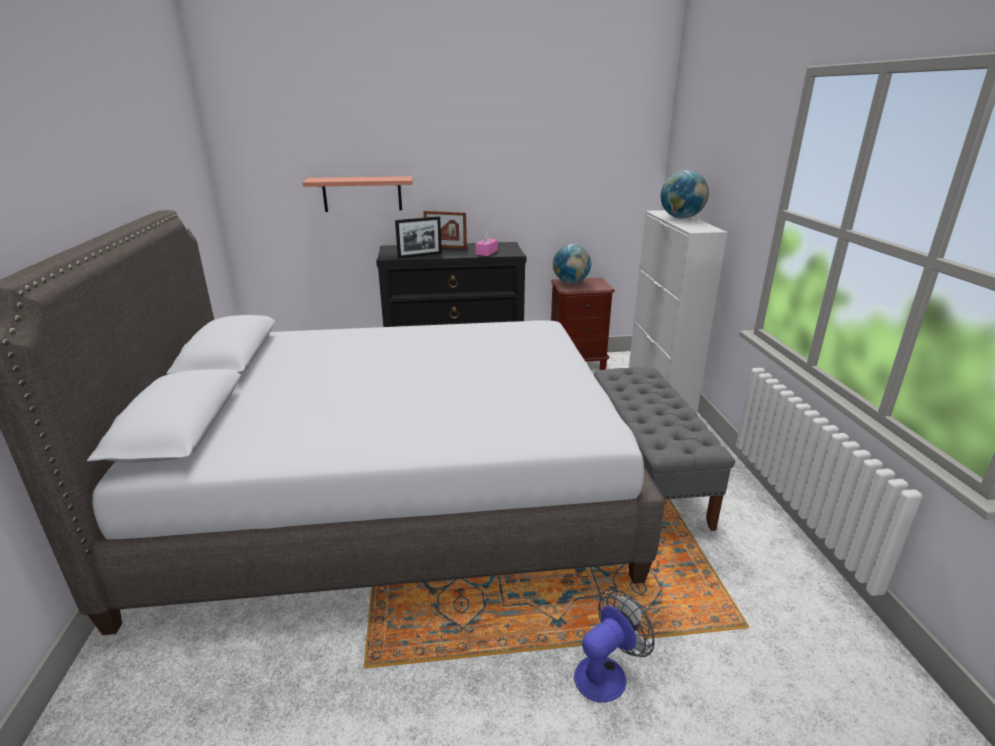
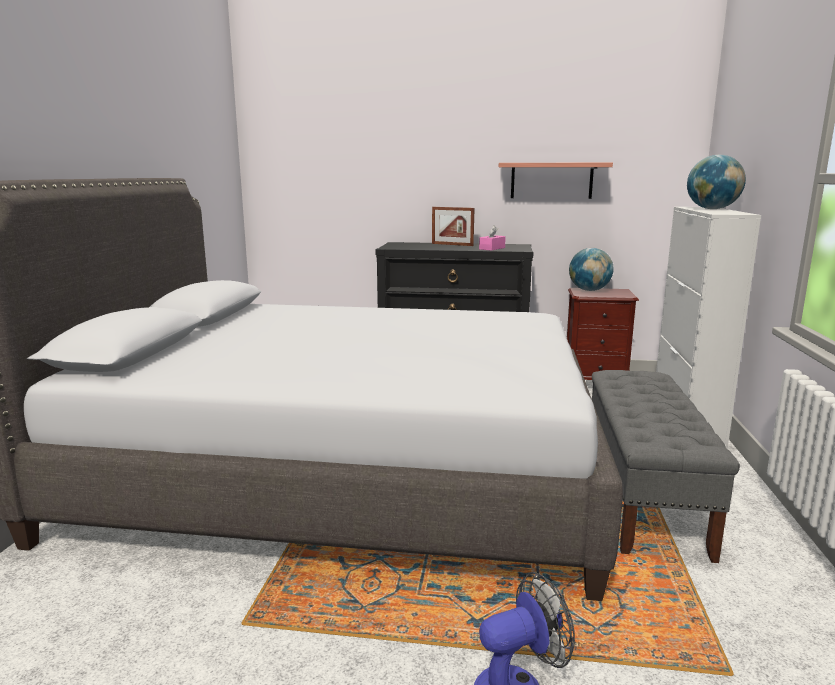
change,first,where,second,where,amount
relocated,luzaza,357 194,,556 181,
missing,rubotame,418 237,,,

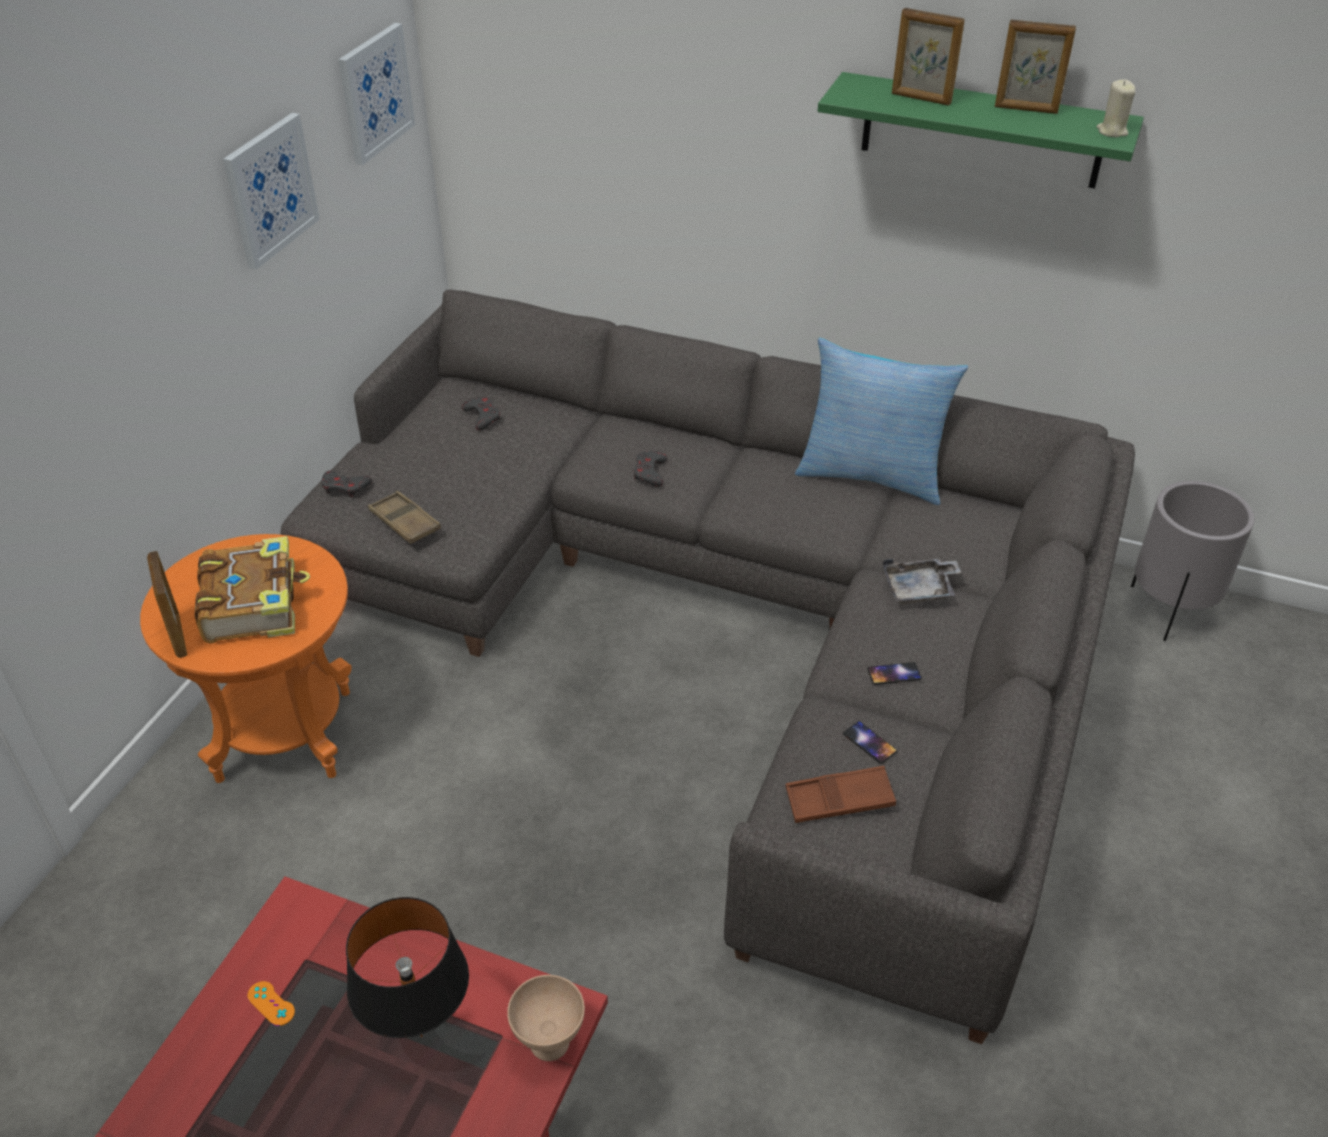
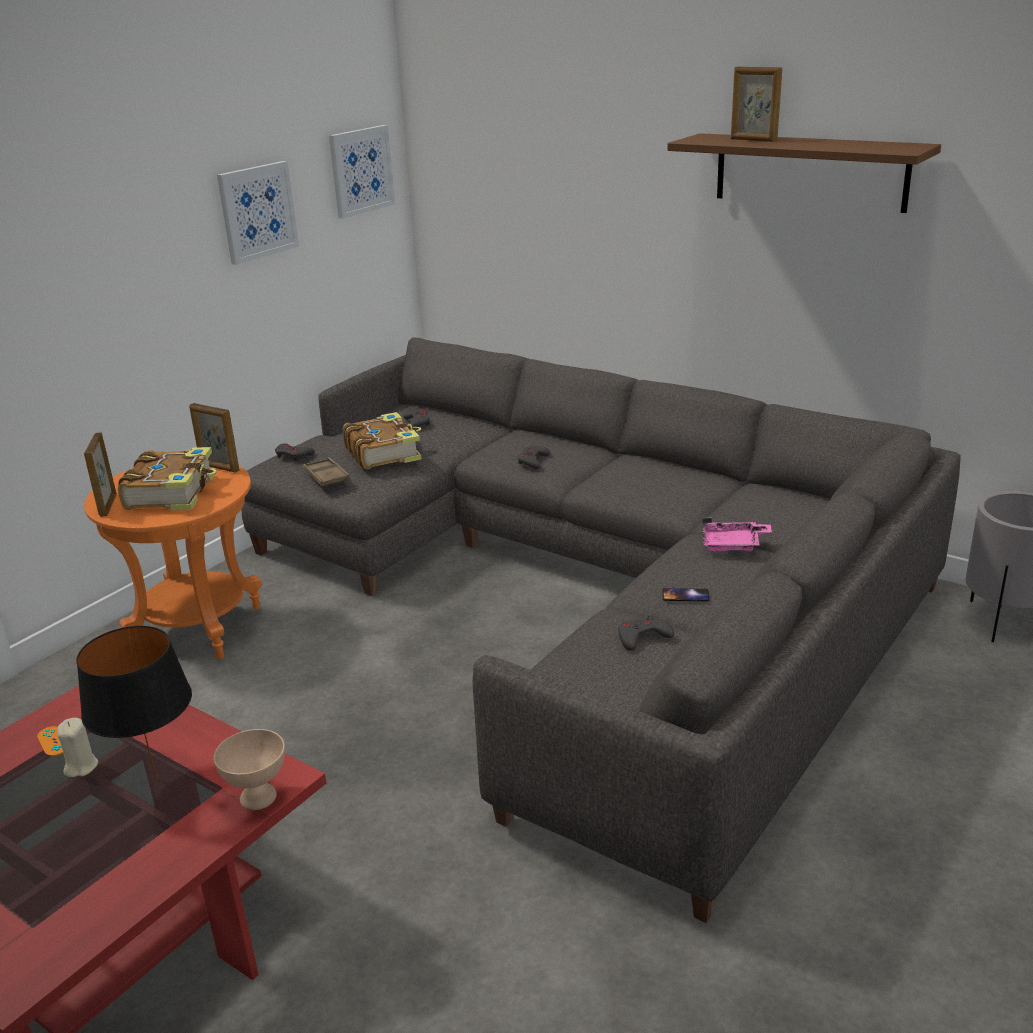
change,first,where,second,where,amount
relocated,rubotame,1035 67,,214 438,
colour,green luzaza,981 130,brown luzaza,804 173,
relocated,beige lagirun,1116 108,,77 747,
missing,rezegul,881 421,,,
colour,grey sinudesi,921 582,pink sinudesi,737 534,
exchanged,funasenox,870 742,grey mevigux,646 633,
missing,brown sinudesi,841 794,,,
appeared,,,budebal,382 440,

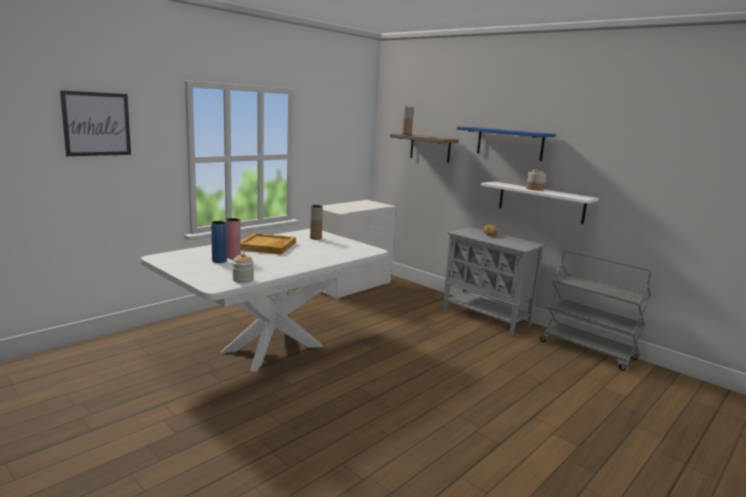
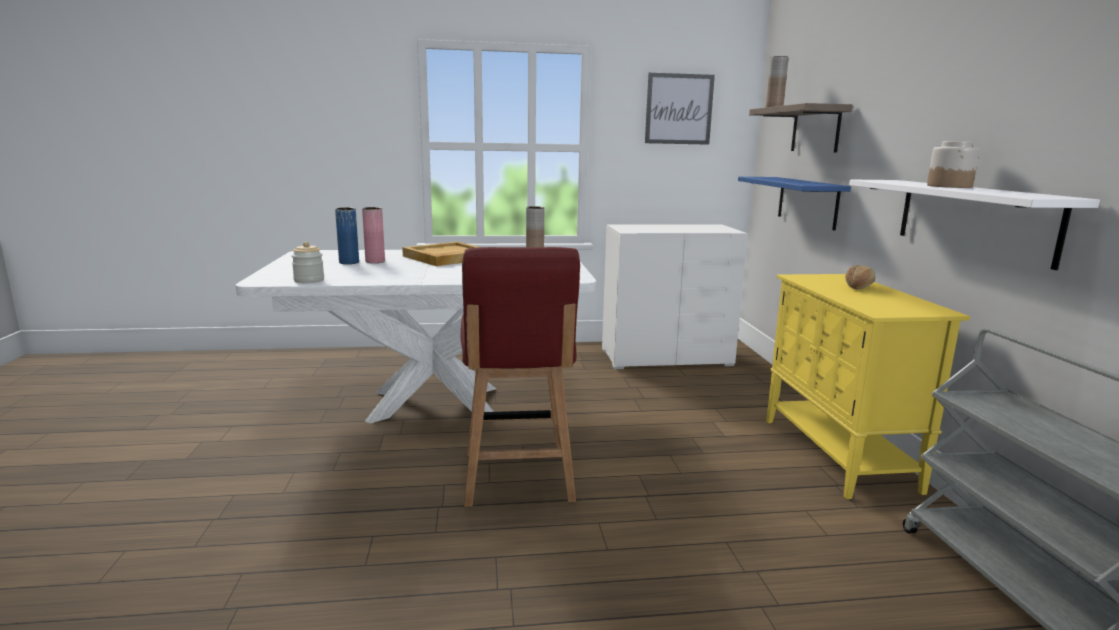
change,first,where,second,where,amount
relocated,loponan,95 123,,680 109,
relocated,blue luzaza,506 144,,794 204,
colour,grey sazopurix,495 281,yellow sazopurix,868 386,
appeared,,,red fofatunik,520 377,

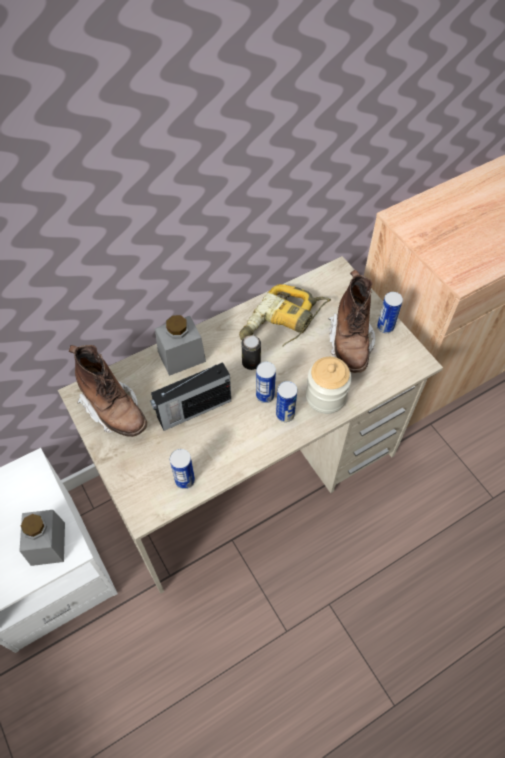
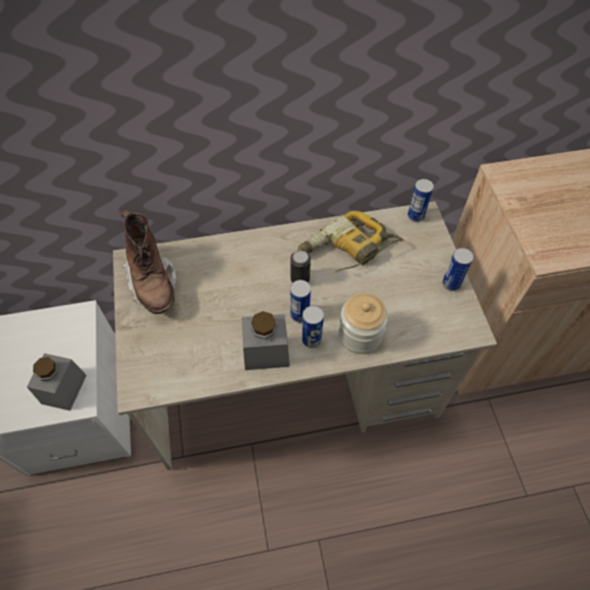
change,first,where,second,where,amount
missing,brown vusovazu,351 321,,,
relocated,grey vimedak,180 345,,266 340,
missing,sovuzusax,190 396,,,
relocated,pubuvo,182 469,,421 200,

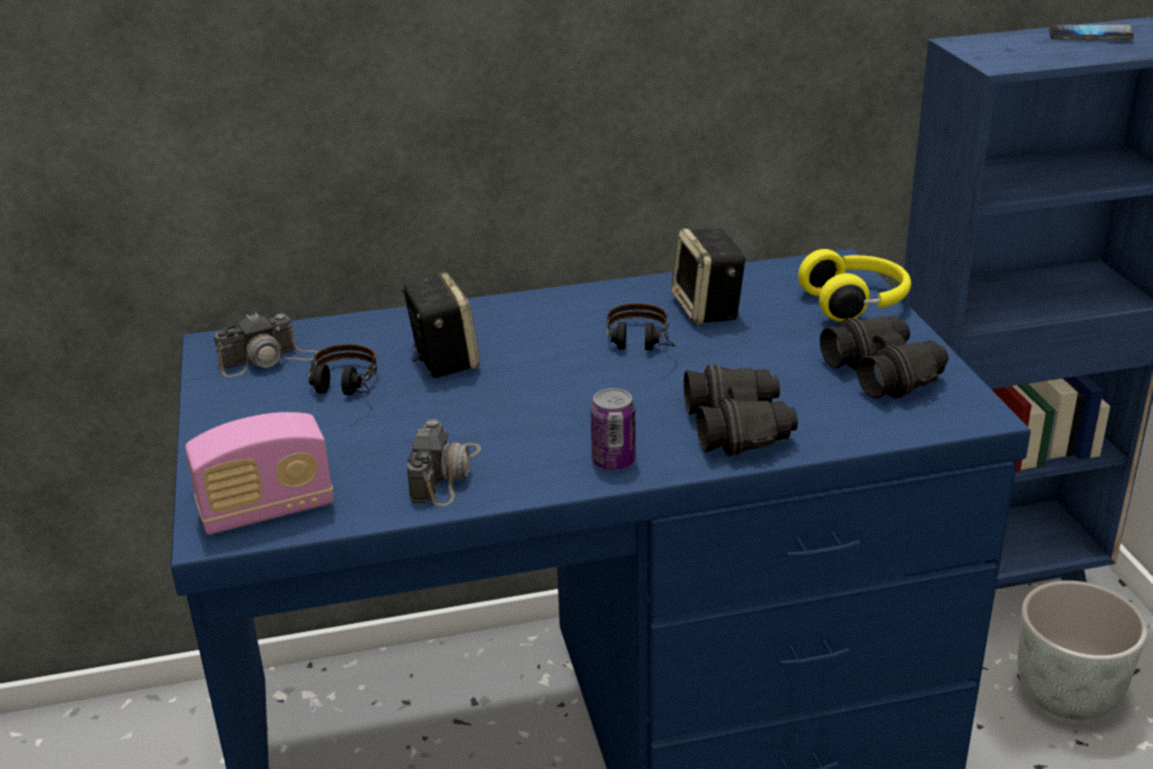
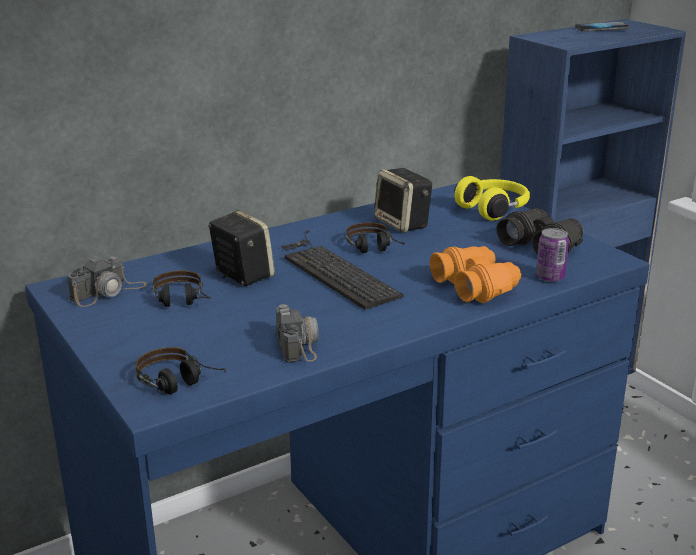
change,first,where,second,where,amount
colour,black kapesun,741 411,orange kapesun,475 274,
relocated,pubuvo,613 429,,552 255,
exchanged,sovuzusax,259 473,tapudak,180 370,
missing,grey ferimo,1082 650,,,
appeared,,,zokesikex,342 270,

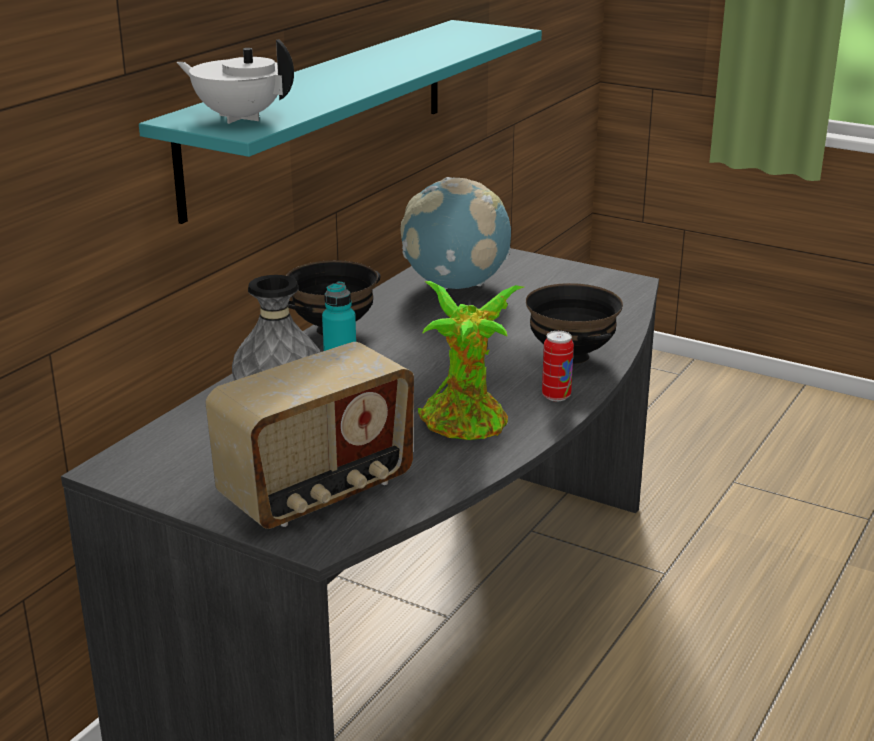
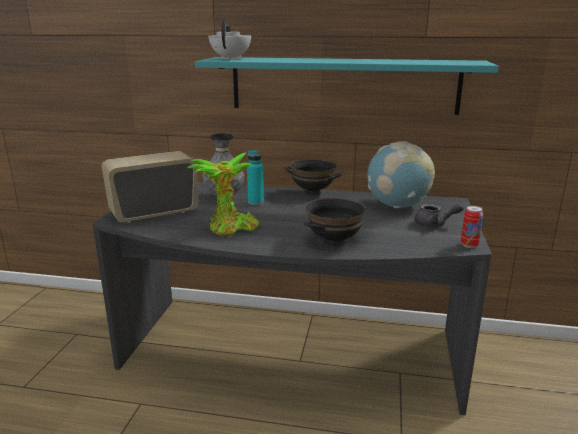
change,first,where,second,where,amount
relocated,pubuvo,558 366,,472 227,
spun,sovuzusax,310 435,,150 187,120 degrees clockwise
appeared,,,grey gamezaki,439 215,

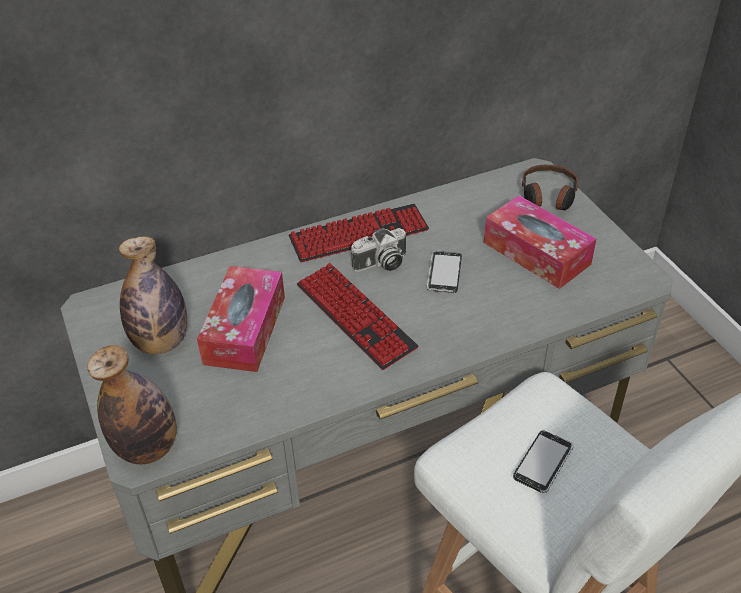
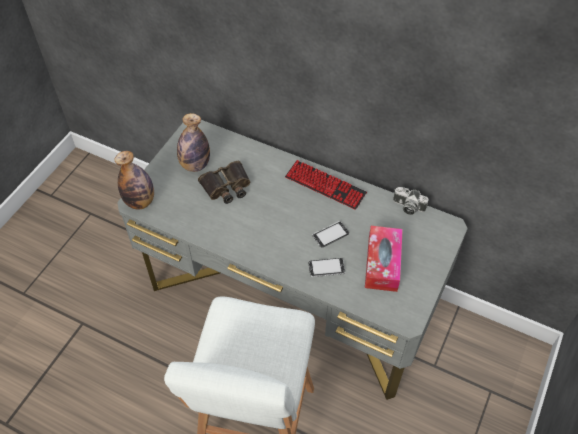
change,first,where,second,where,amount
missing,tapudak,550 188,,,
relocated,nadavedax,378 250,,411 201,
missing,zokesikex,357 316,,,
exchanged,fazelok,241 319,kapesun,224 182,
relocated,funasenox,543 461,,327 267,

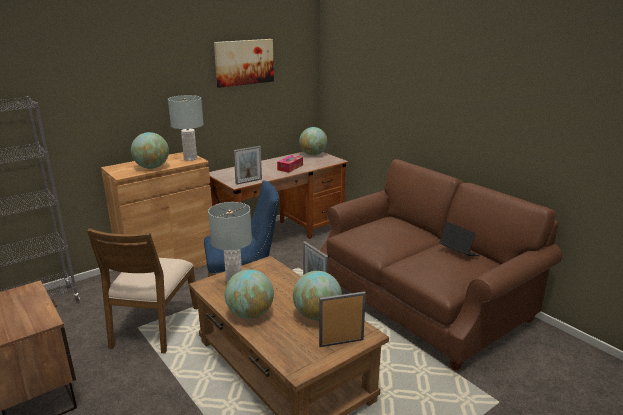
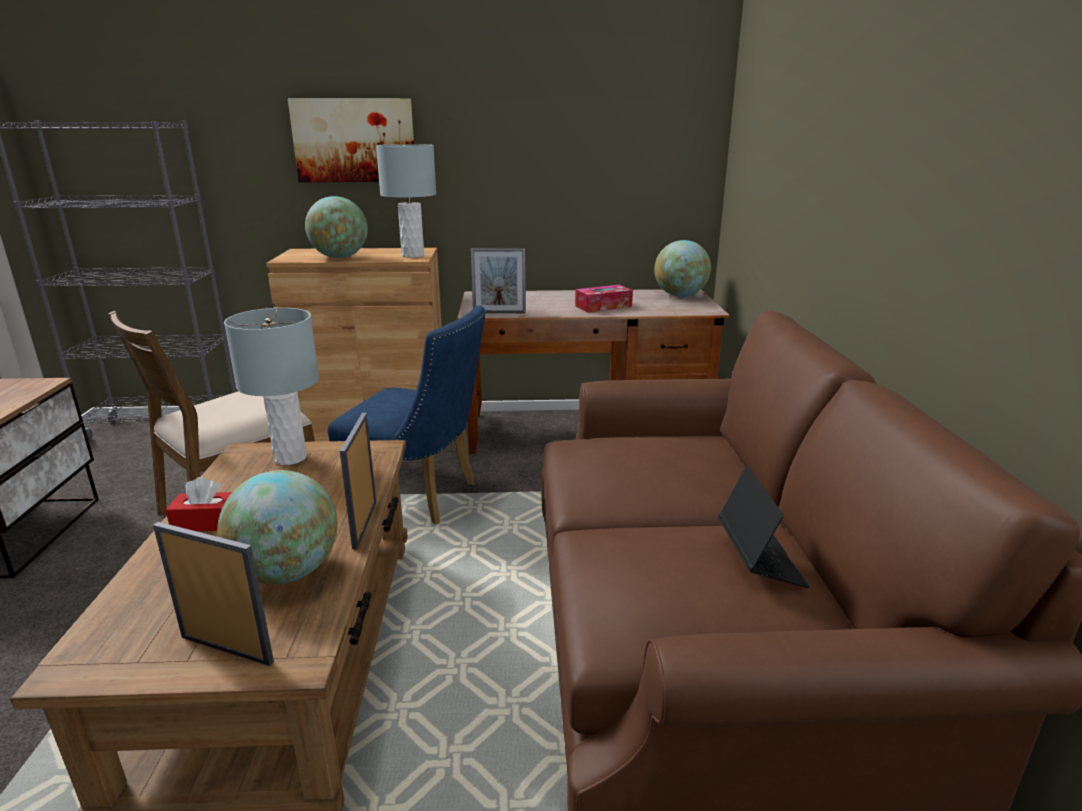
change,first,where,second,where,amount
relocated,loponan,244 63,,351 140,
exchanged,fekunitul,249 294,red fazelok,199 504,

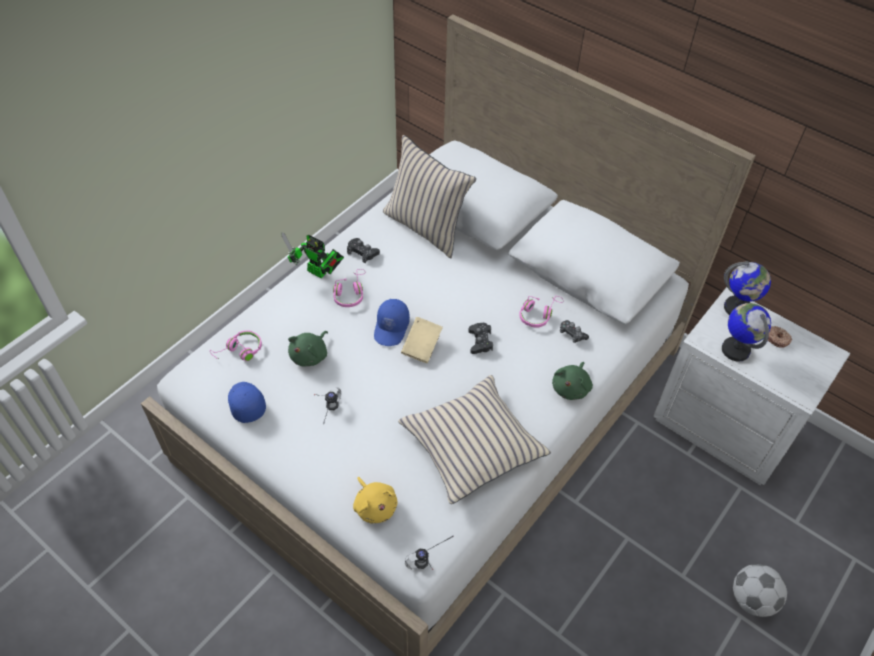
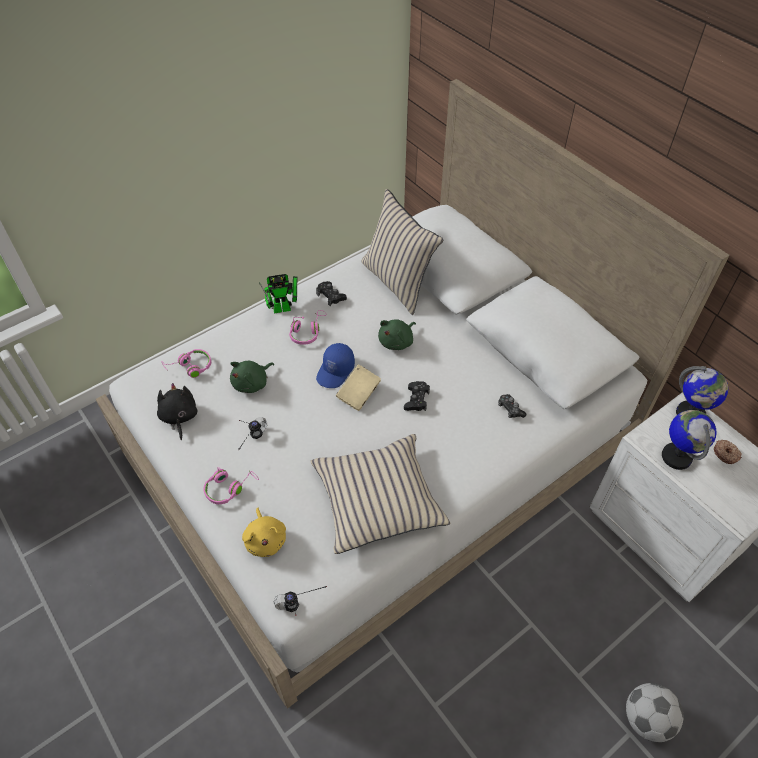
change,first,where,second,where,amount
spun,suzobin,312 255,,278 293,60 degrees counterclockwise
relocated,pink tapudak,541 312,,231 485,
relocated,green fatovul,572 381,,397 334,
exchanged,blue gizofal,247 402,black fatovul,177 411,

